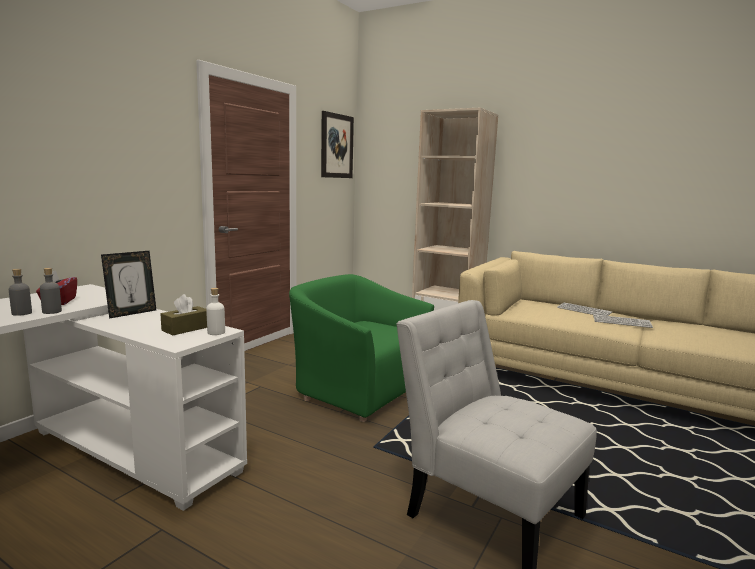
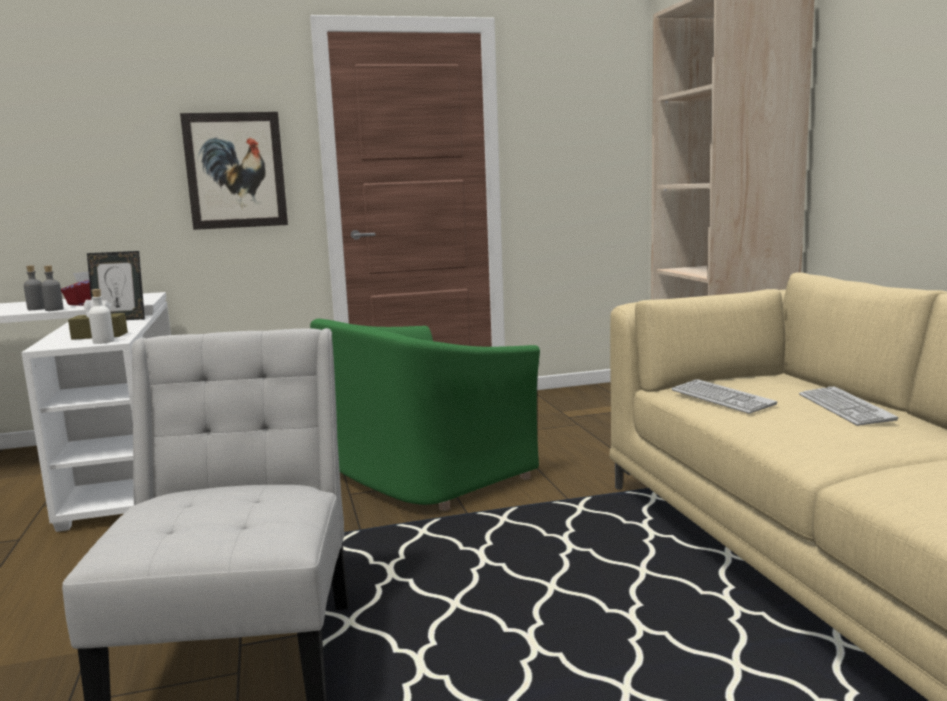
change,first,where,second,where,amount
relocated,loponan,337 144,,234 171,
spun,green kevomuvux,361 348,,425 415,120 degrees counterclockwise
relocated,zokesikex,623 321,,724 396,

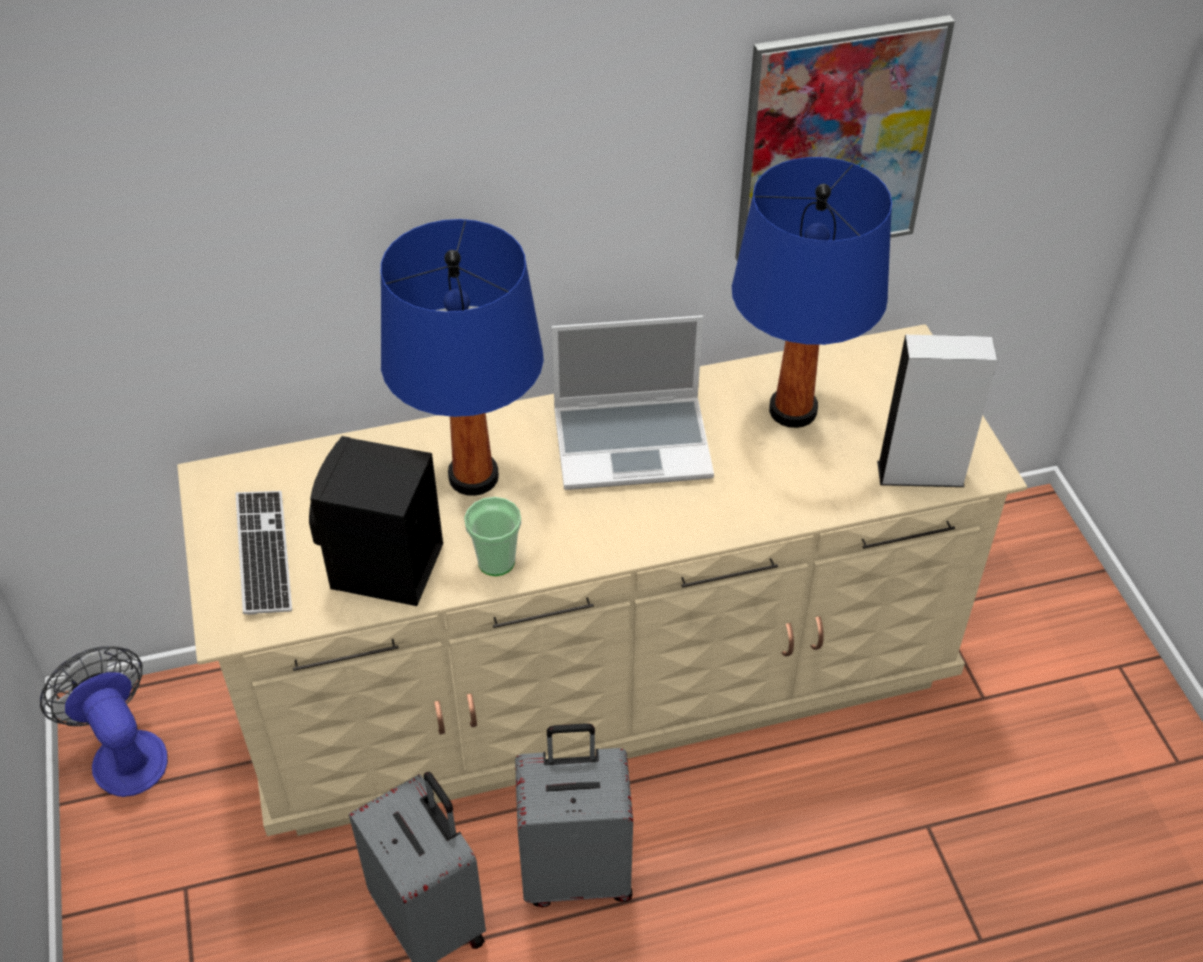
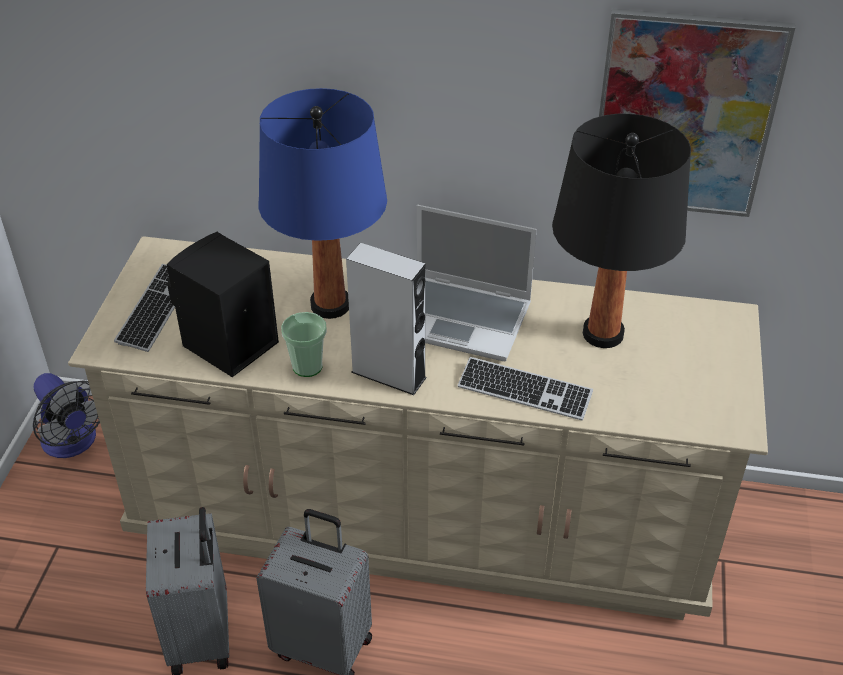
change,first,where,second,where,amount
colour,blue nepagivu,812 292,black nepagivu,621 231,
relocated,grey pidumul,937 411,,386 319,
spun,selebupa,104 721,,66 415,150 degrees clockwise
appeared,,,zokesikex,525 389,

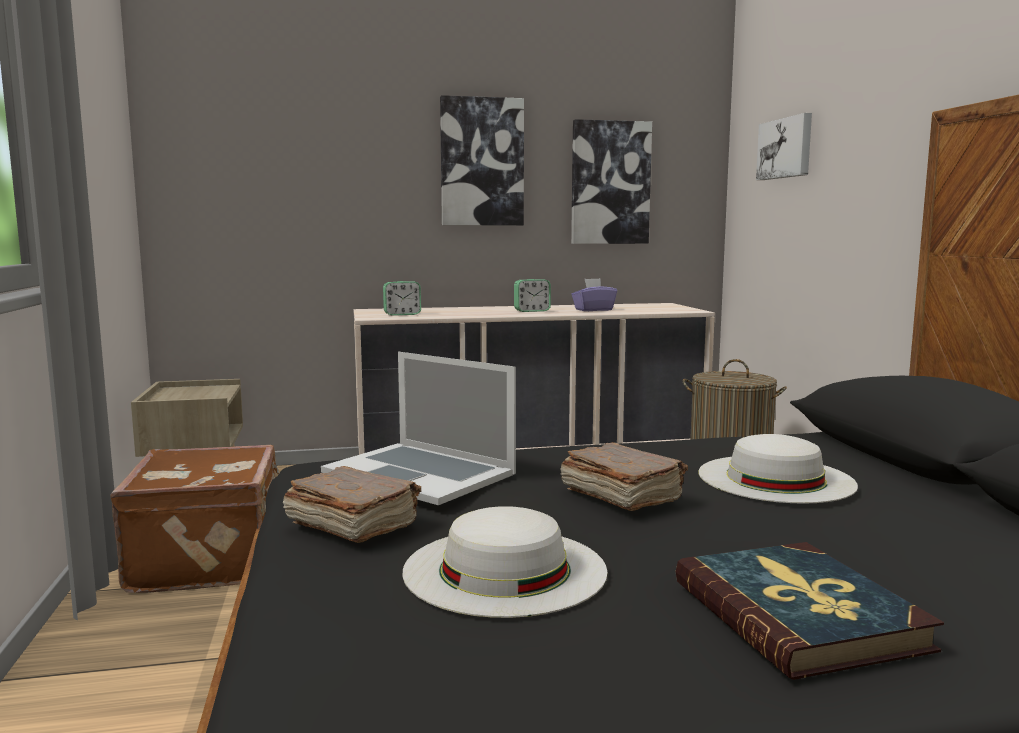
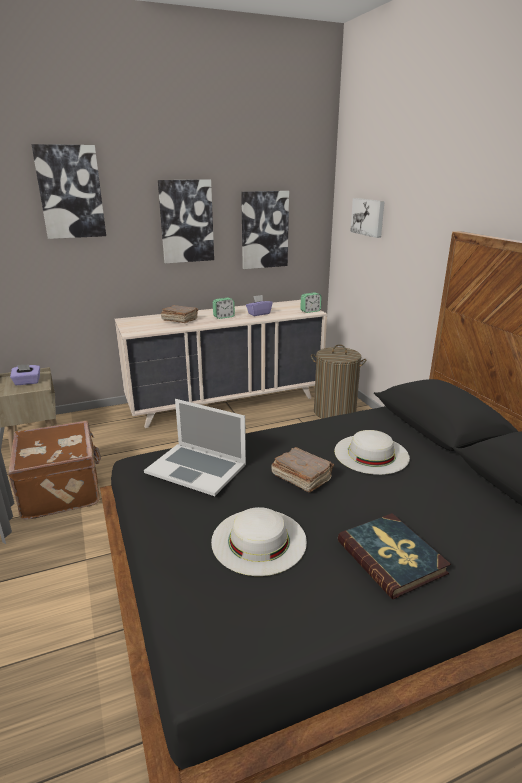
change,first,where,second,where,amount
relocated,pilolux,402 298,,311 302,
relocated,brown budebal,352 504,,179 314,
appeared,,,loponan,68 191,
appeared,,,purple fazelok,25 374,

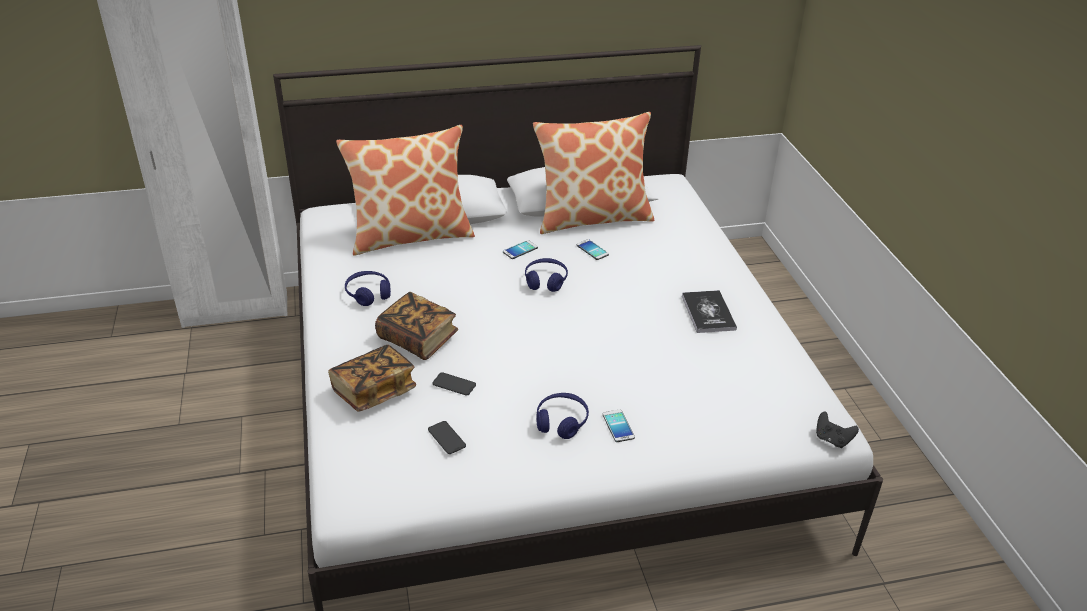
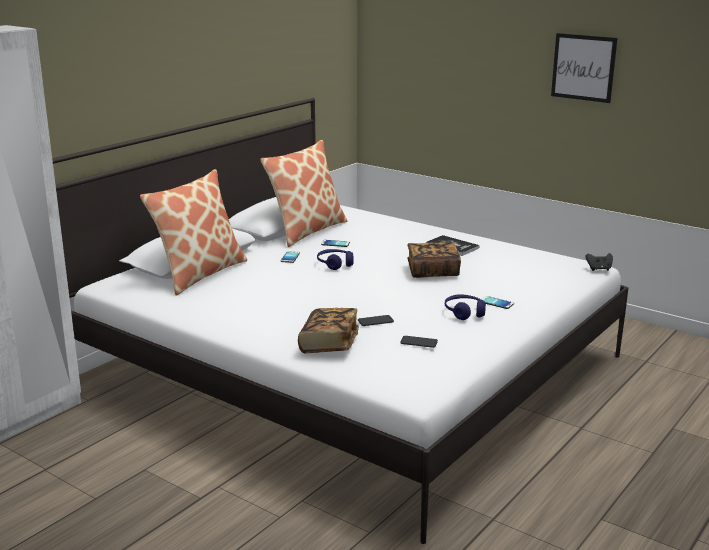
change,first,where,second,where,amount
missing,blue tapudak,368 288,,,
relocated,budebal,416 326,,434 260,
appeared,,,loponan,584 68,

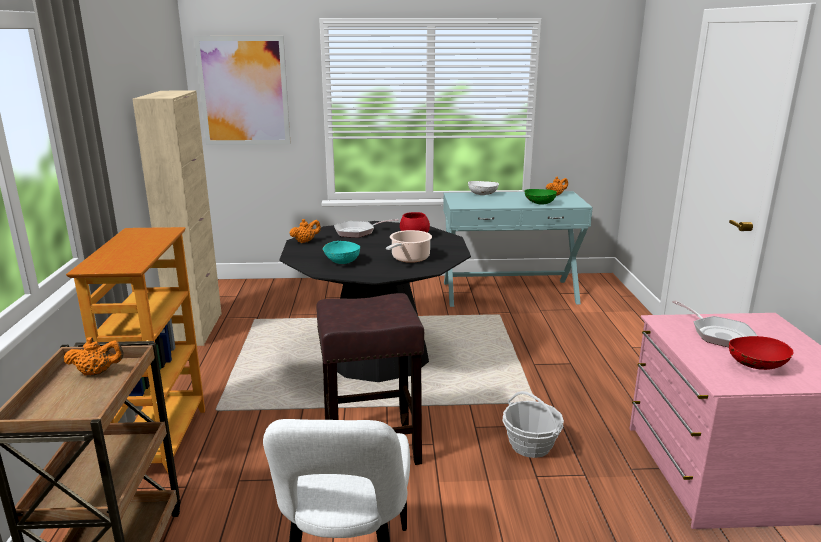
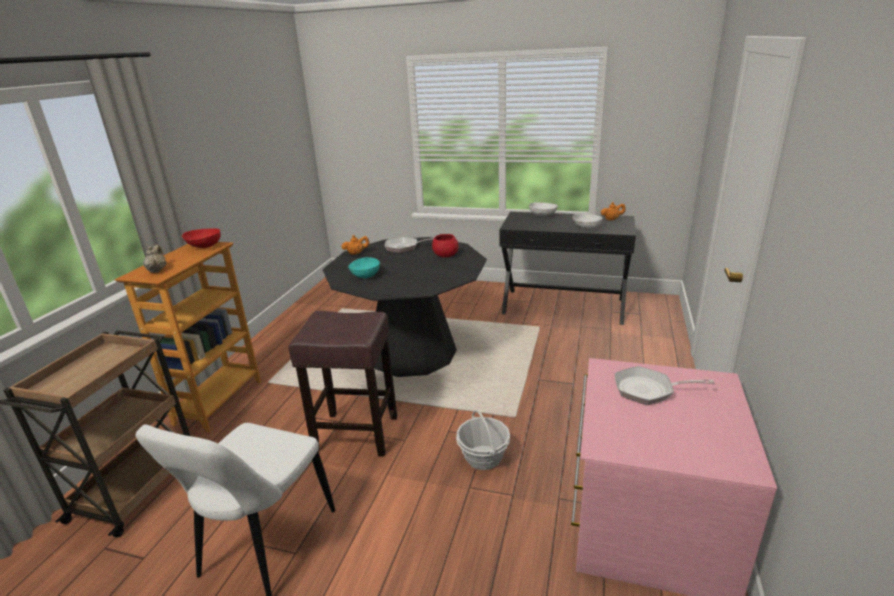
change,first,where,second,where,amount
missing,loponan,242 90,,,
missing,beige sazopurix,177 218,,,
colour,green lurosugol,540 197,white lurosugol,588 222,
colour,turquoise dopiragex,518 249,black dopiragex,567 268,
missing,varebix,409 246,,,
spun,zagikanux,714 323,,665 385,105 degrees clockwise
relocated,red lurosugol,761 353,,201 238,
missing,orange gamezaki,93 356,,,
appeared,,,beige gamezaki,155 259,

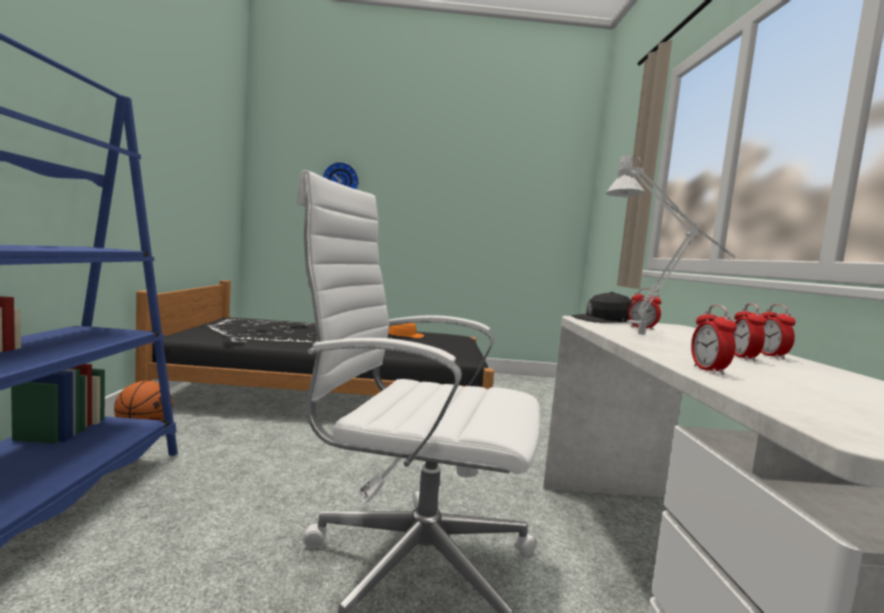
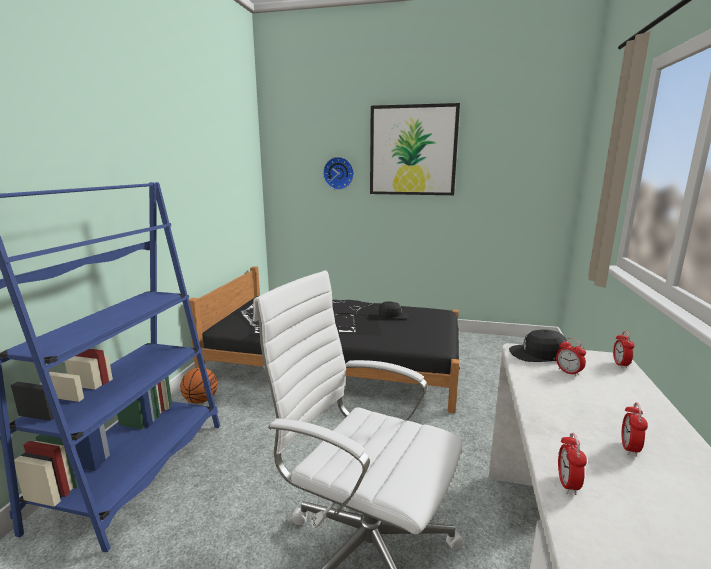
change,first,where,second,where,amount
missing,grey nepagivu,670 244,,,
relocated,pilolux,778 331,,624 350,
colour,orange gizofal,406 330,black gizofal,393 310,
appeared,,,loponan,415 149,

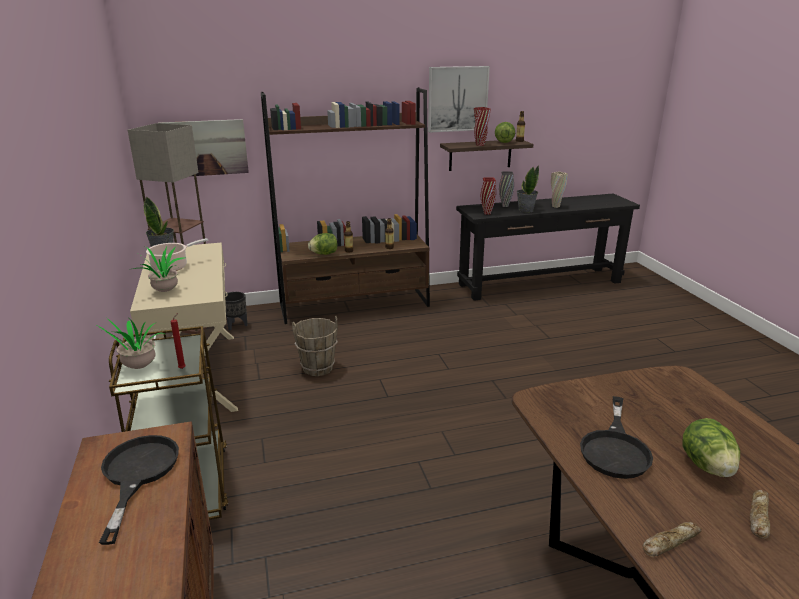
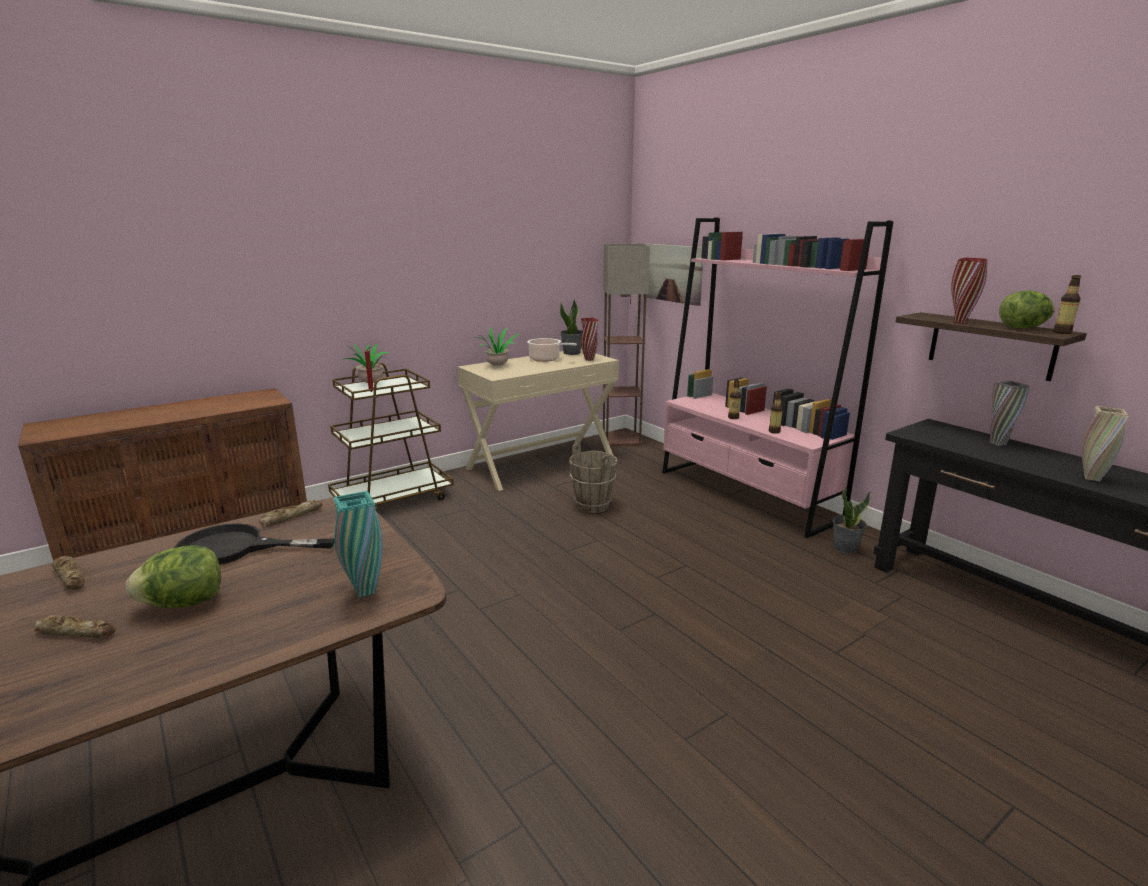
change,first,where,second,where,amount
missing,loponan,459 99,,,
colour,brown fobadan,345 205,pink fobadan,777 378,
relocated,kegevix,528 189,,852 520,
relocated,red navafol,488 196,,589 339,
missing,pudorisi,322 244,,,
missing,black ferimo,236 311,,,
missing,black zagikanux,139 490,,,
appeared,,,turquoise navafol,357 544,
appeared,,,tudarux,290 513,

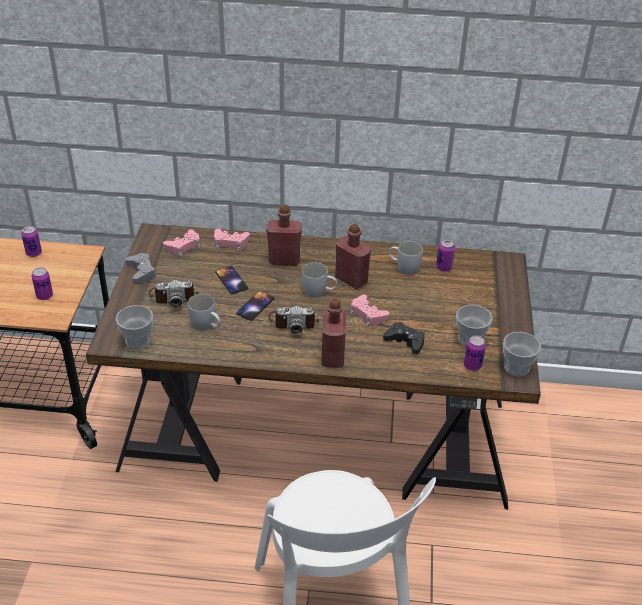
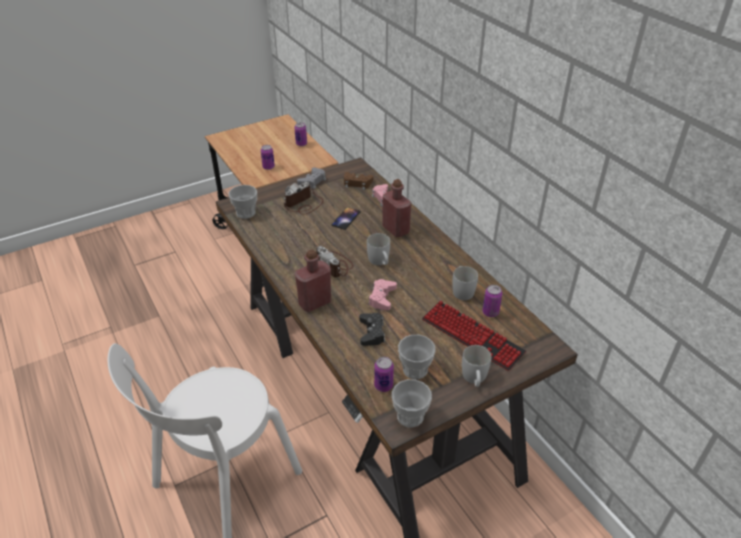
change,first,where,second,where,amount
missing,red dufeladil,353 256,,,
colour,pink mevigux,181 243,brown mevigux,358 181,
spun,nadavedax,173 293,,303 198,90 degrees clockwise
missing,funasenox,255 306,,,
relocated,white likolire,204 312,,476 366,
appeared,,,zokesikex,474 336,

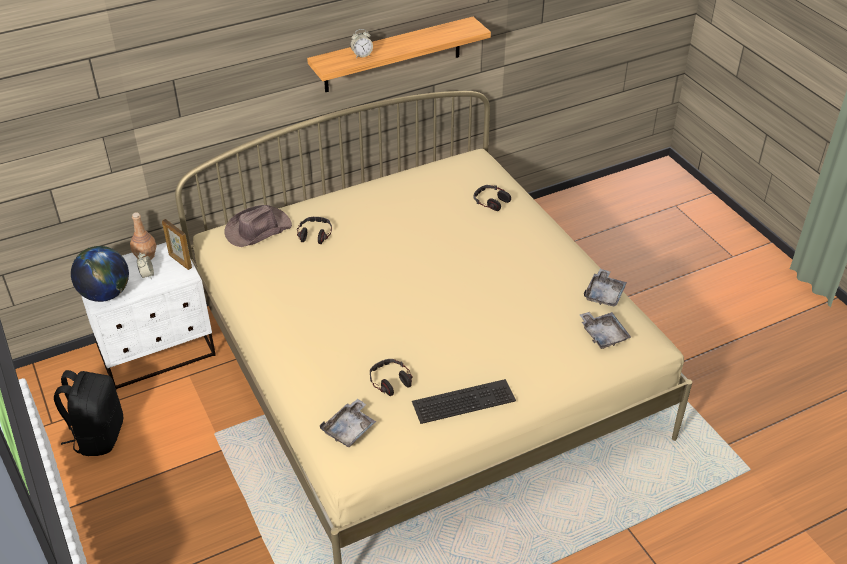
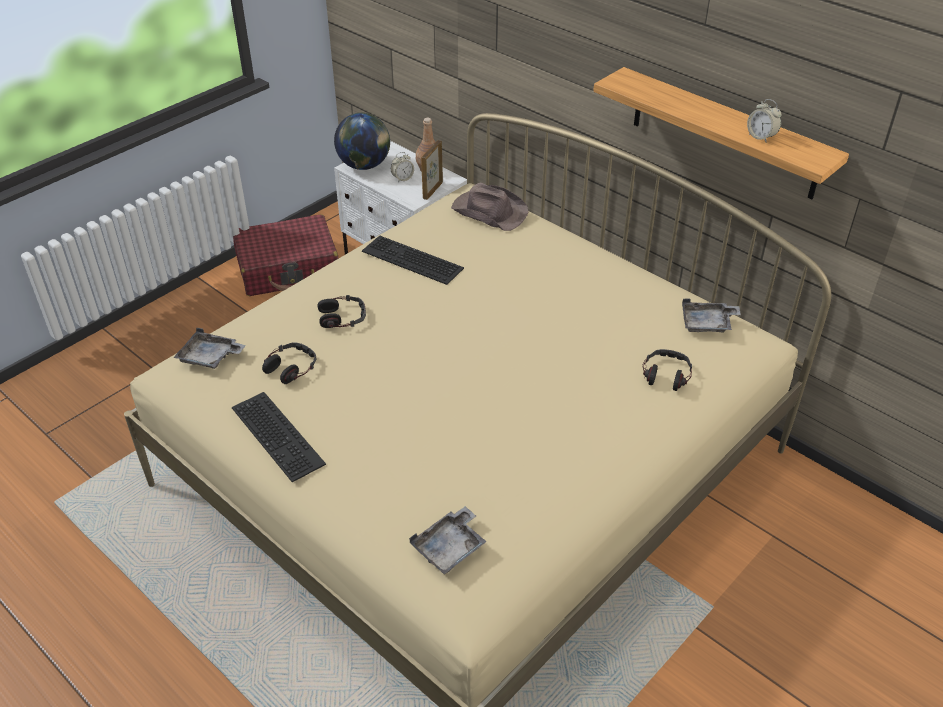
change,first,where,second,where,amount
relocated,pilolux,362 43,,764 120,
relocated,tapudak,314 230,,341 311,
relocated,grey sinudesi,605 287,,711 316,
exchanged,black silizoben,88 413,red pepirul,285 255,
appeared,,,zokesikex,413 260,

